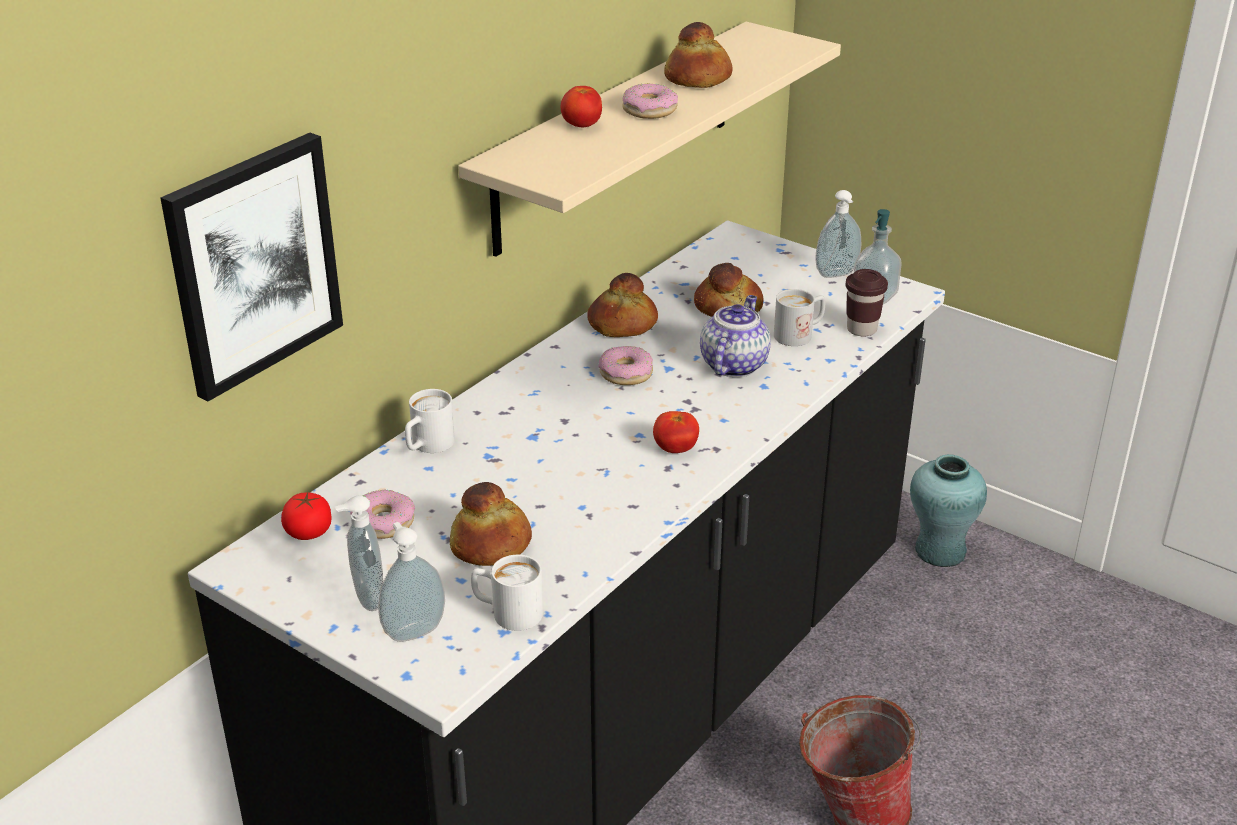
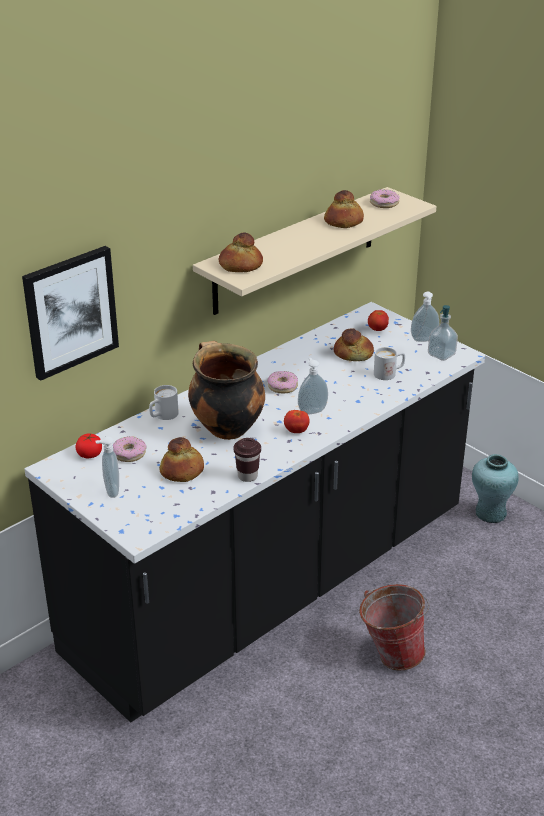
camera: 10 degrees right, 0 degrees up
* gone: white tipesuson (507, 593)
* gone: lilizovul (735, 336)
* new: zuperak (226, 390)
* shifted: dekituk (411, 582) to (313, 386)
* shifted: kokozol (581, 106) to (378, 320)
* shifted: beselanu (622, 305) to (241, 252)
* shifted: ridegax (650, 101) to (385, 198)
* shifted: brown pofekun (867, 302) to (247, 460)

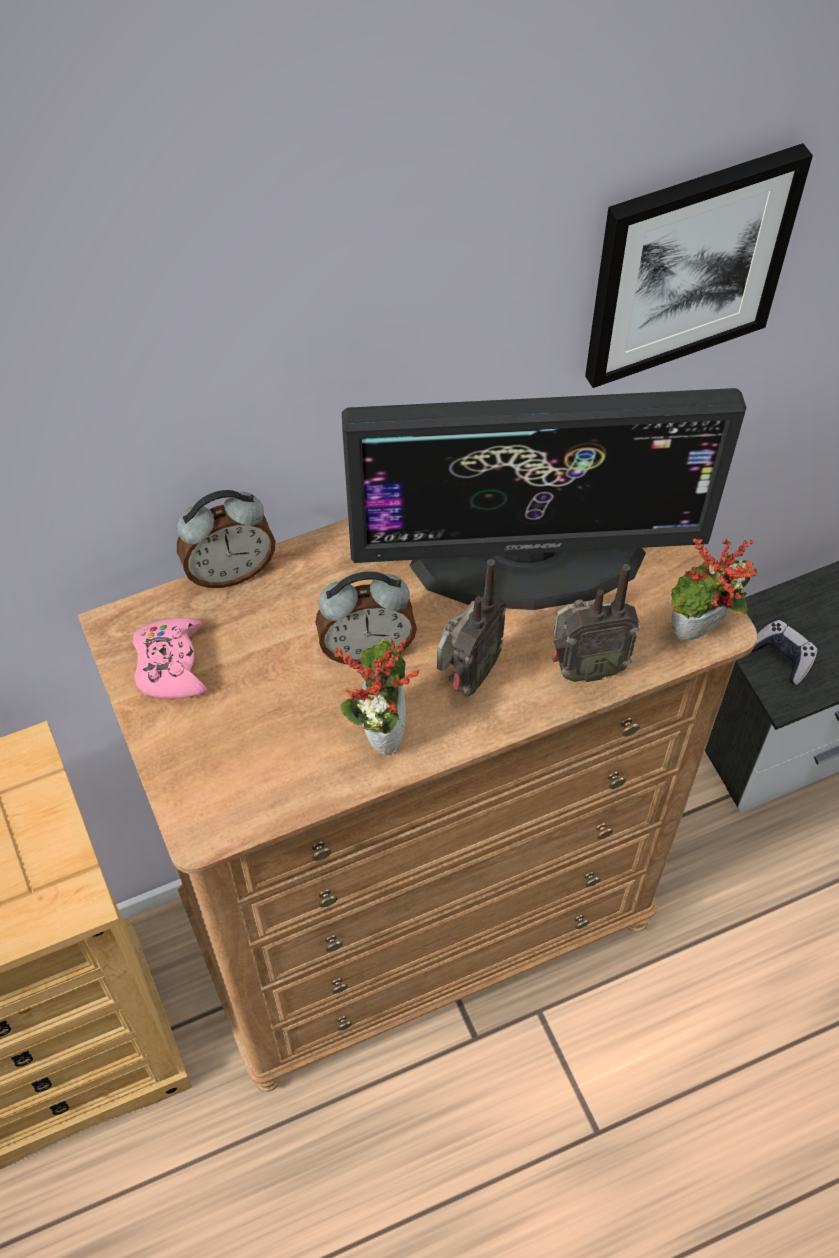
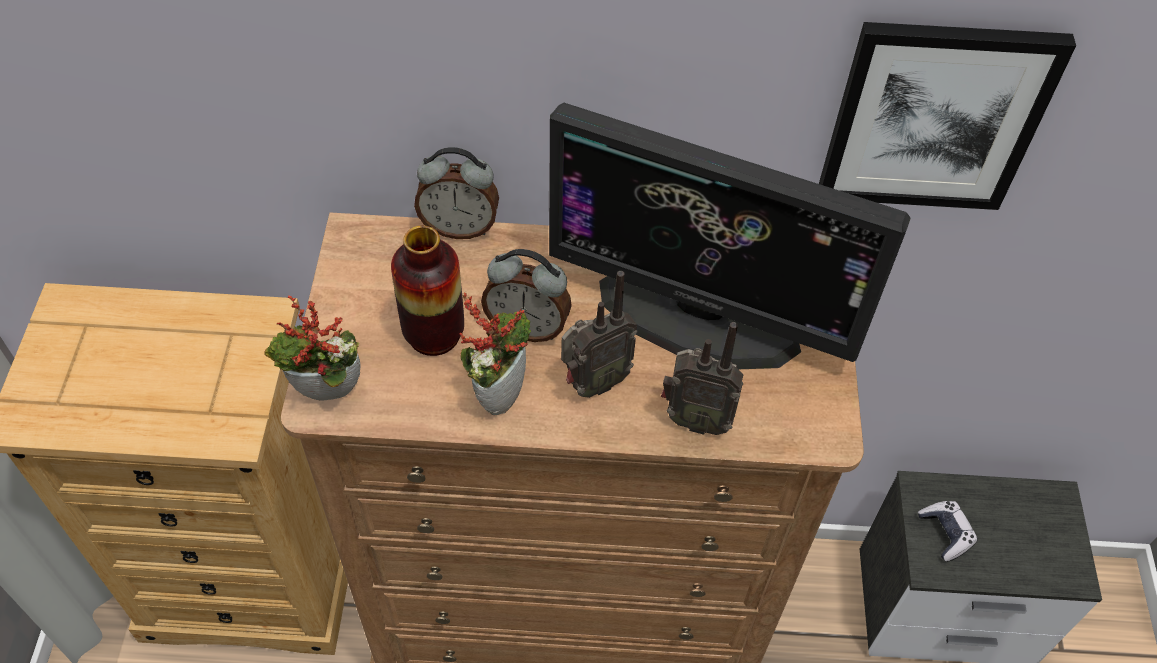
camera: 25 degrees right, 5 degrees down
* gone: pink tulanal (169, 658)
* new: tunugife (427, 290)
* shifted: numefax (714, 589) to (312, 348)

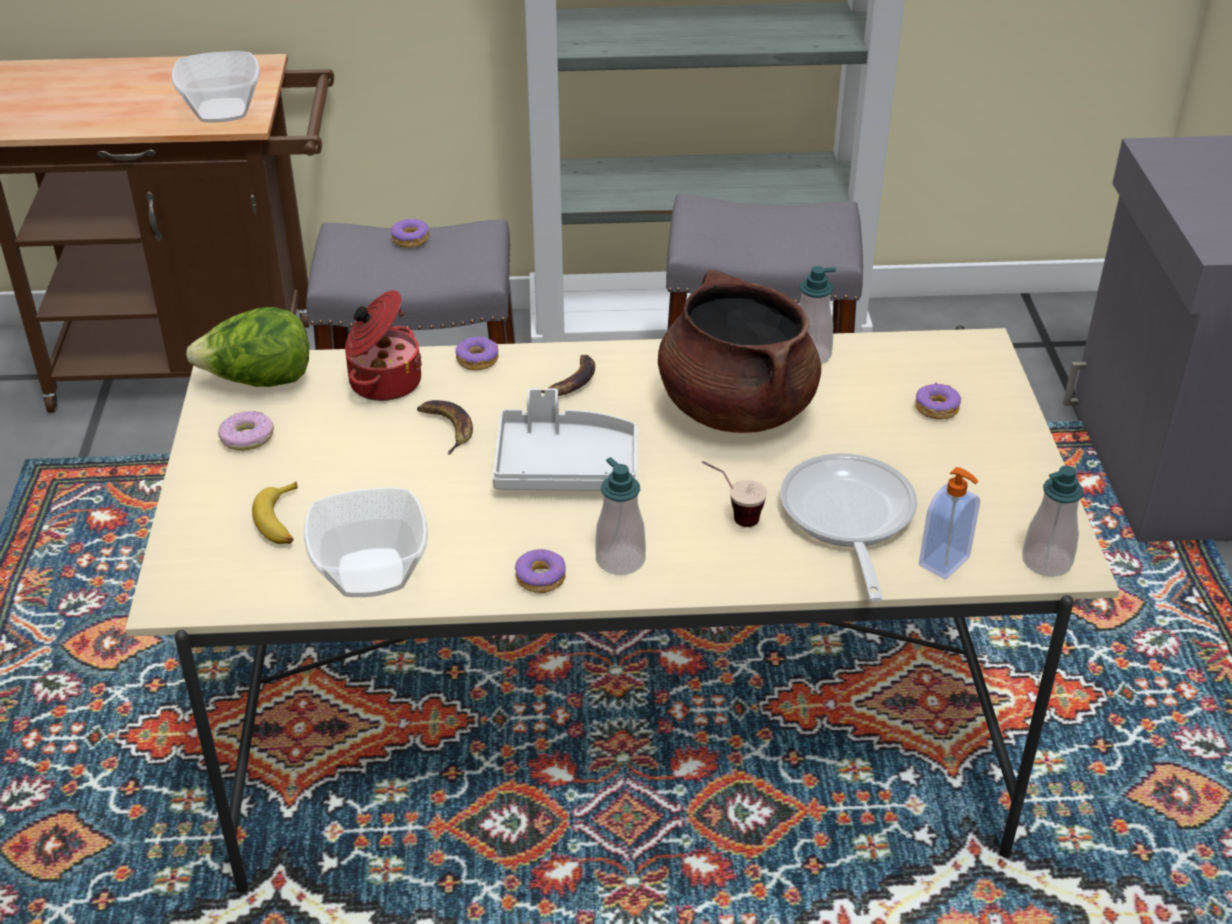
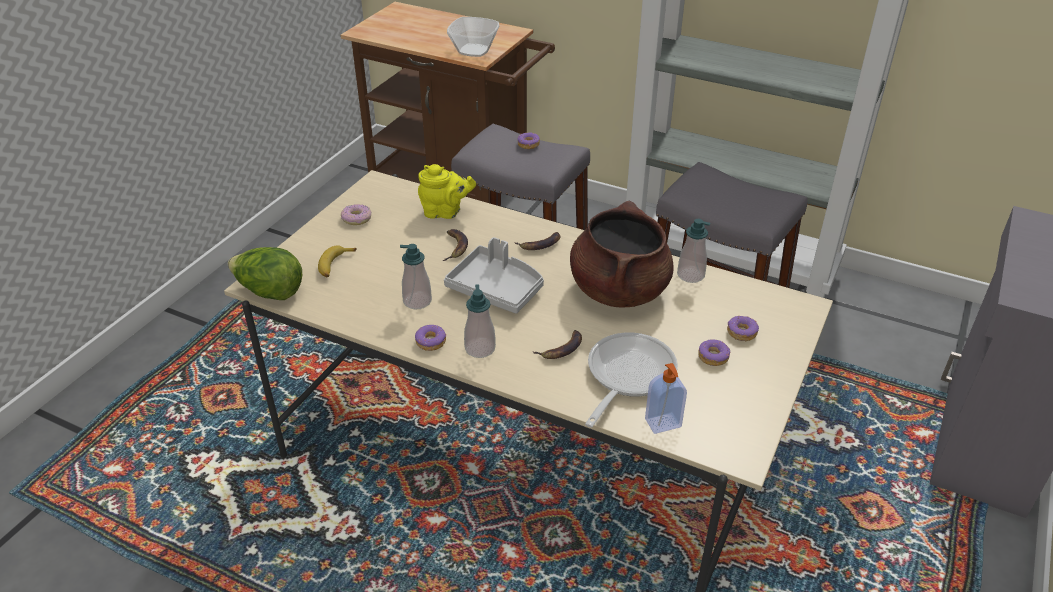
camera: 30 degrees right, 0 degrees up
* gone: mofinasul (366, 542)
* shifted: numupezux (247, 347) to (265, 273)
* shifted: ridegax (477, 353) to (714, 352)
* shifted: dekituk (1053, 521) to (416, 276)
* swapped: zuperak (383, 345) to yellow lilizovul (447, 191)
* swapped: pofekun (734, 494) to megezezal (557, 344)

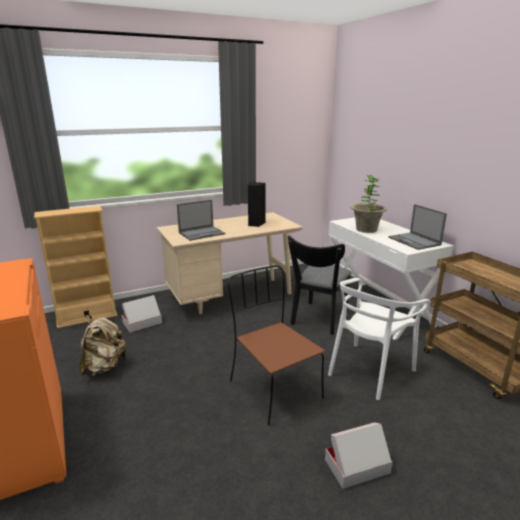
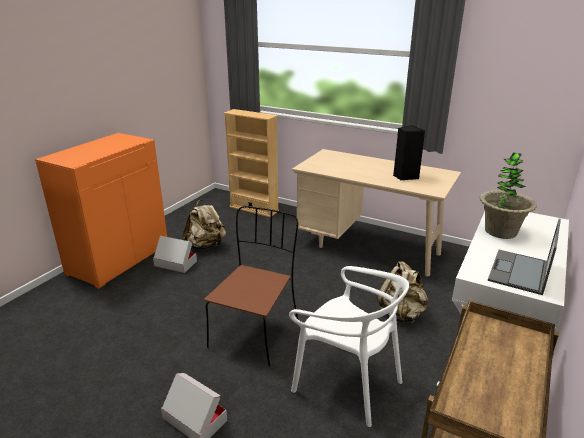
camera: 55 degrees right, 5 degrees up
* gone: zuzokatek (201, 220)
* shifted: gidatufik (142, 314) to (175, 254)
* swapped: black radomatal (320, 285) to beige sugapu (402, 292)
* rotated: white radomatal (379, 339) = (349, 346) 150 degrees counterclockwise

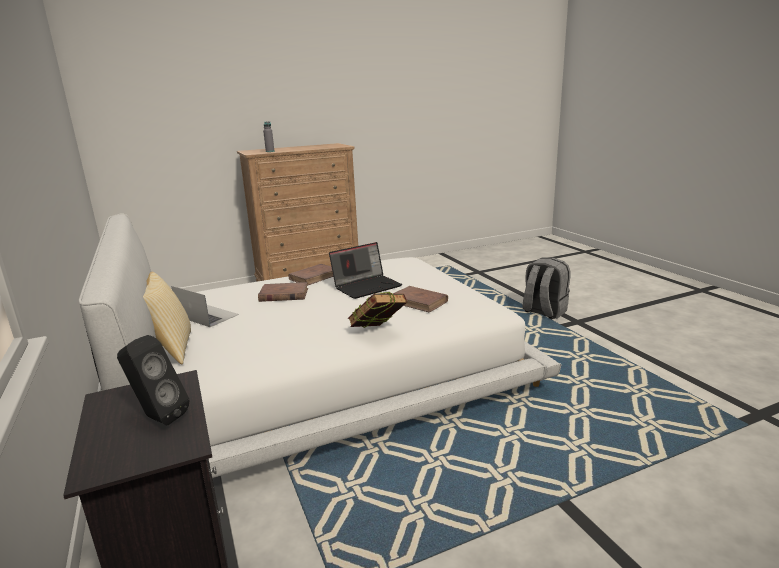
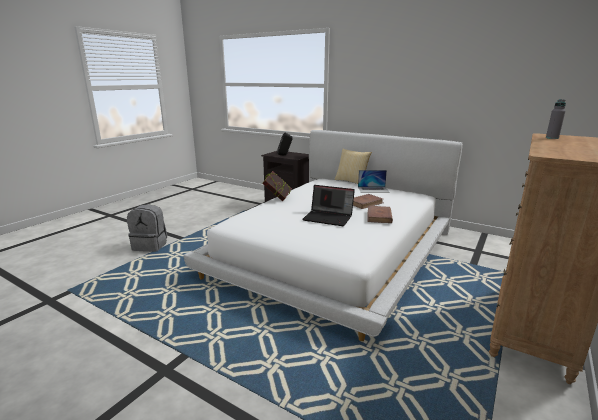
camera: 145 degrees right, 0 degrees up
* gone: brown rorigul (420, 299)
* shifted: grey sugapu (546, 288) to (147, 228)
* rotated: zuzokatek (365, 270) = (328, 205) 90 degrees counterclockwise

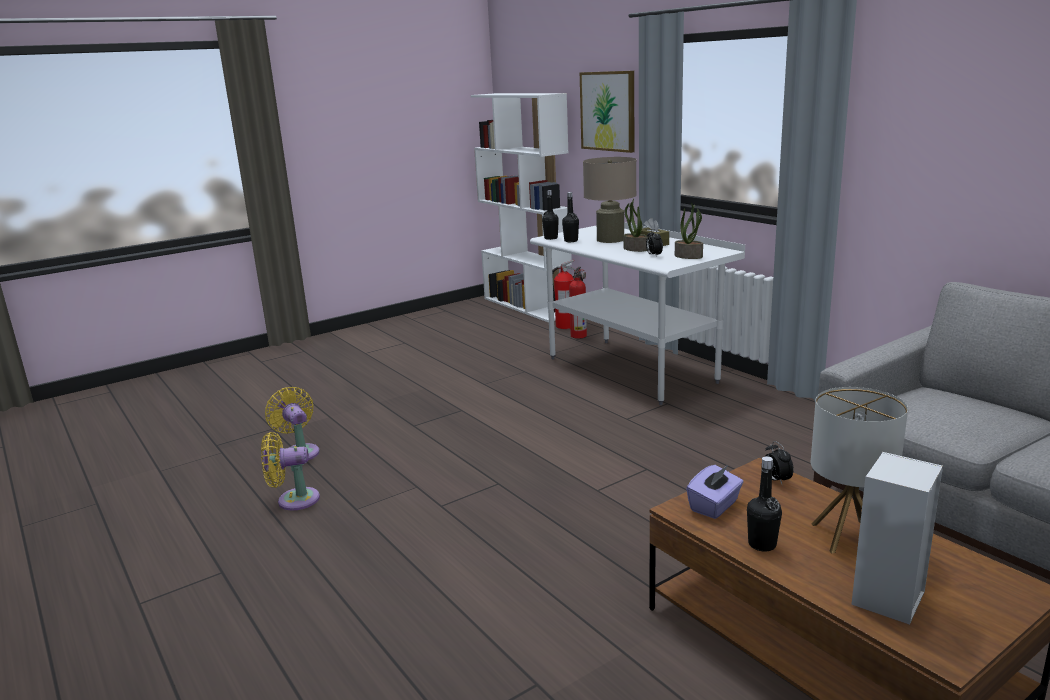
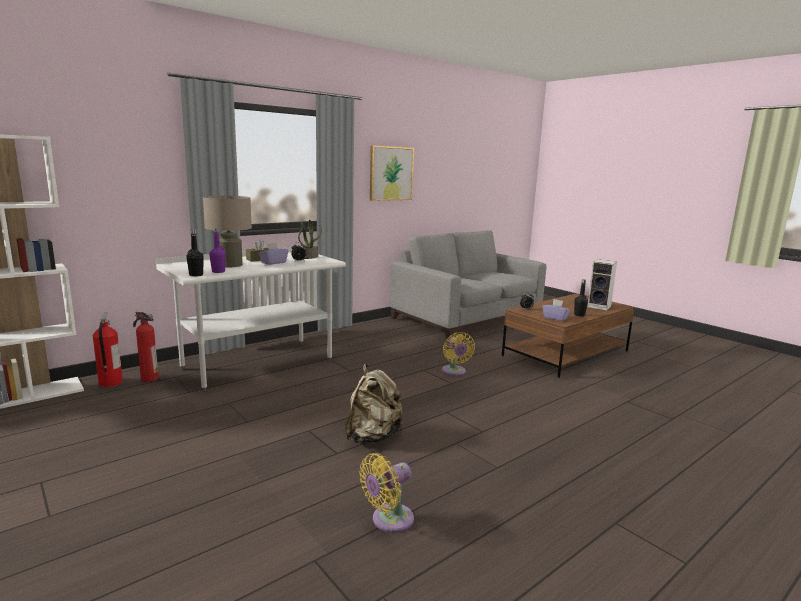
camera: 95 degrees left, 5 degrees down
* gone: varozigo (859, 470)
* new: beige sugapu (374, 404)
* shifted: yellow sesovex (290, 471) to (458, 354)
* shifted: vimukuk (607, 112) to (392, 173)
* swapped: numefax (635, 225) to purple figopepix (273, 253)
* repainted: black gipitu (570, 217) to purple gipitu (217, 250)

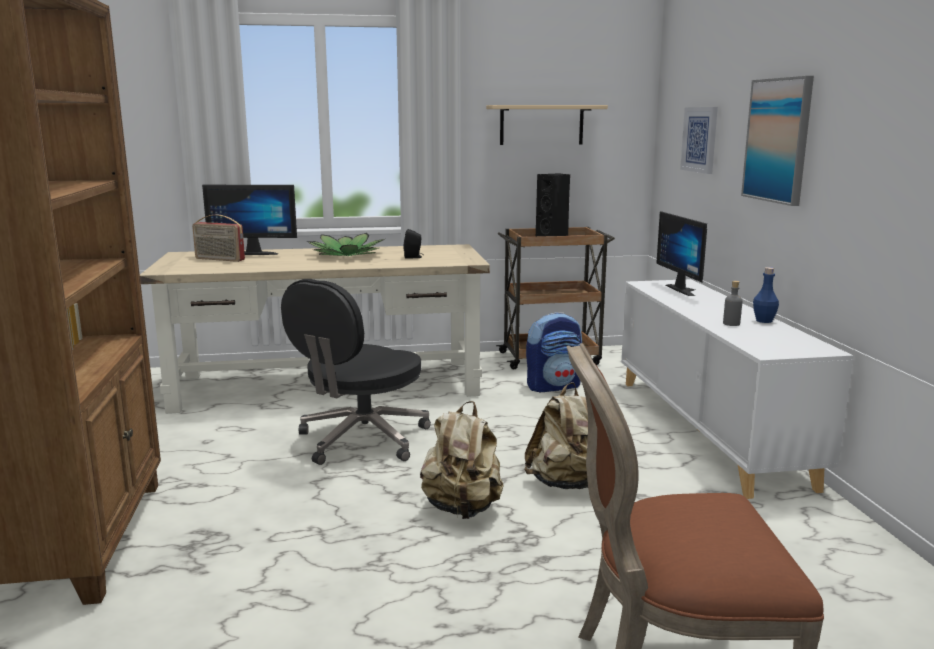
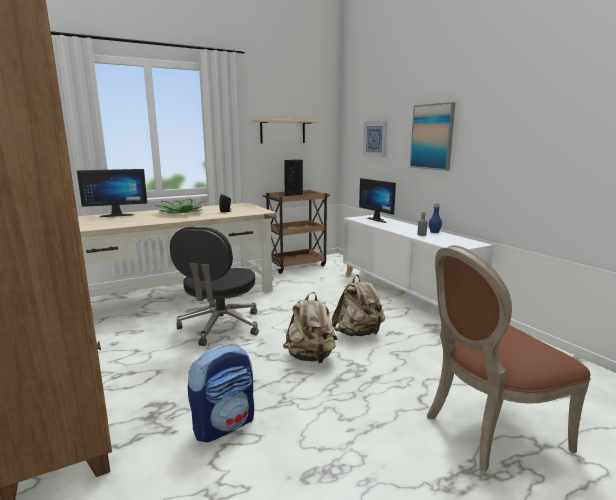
camera: 20 degrees left, 0 degrees up
* gone: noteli (218, 238)
* shifted: sugapu (554, 352) to (221, 393)

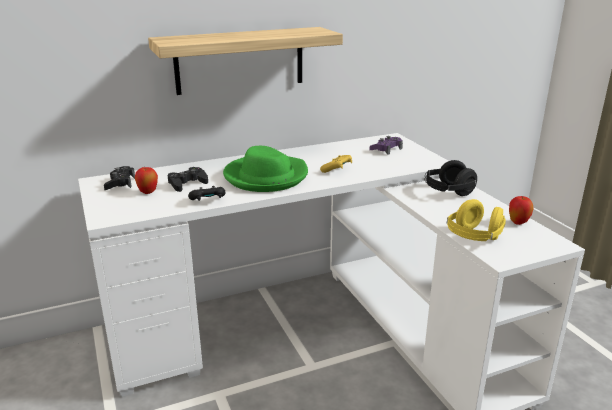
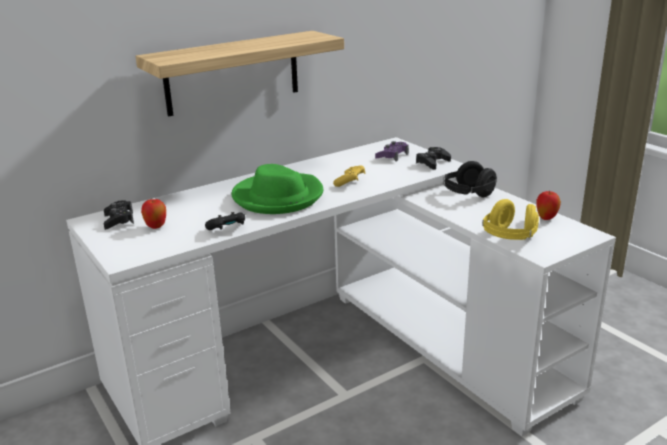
camera: 10 degrees left, 0 degrees up
* shifted: black tulanal (188, 179) to (433, 158)

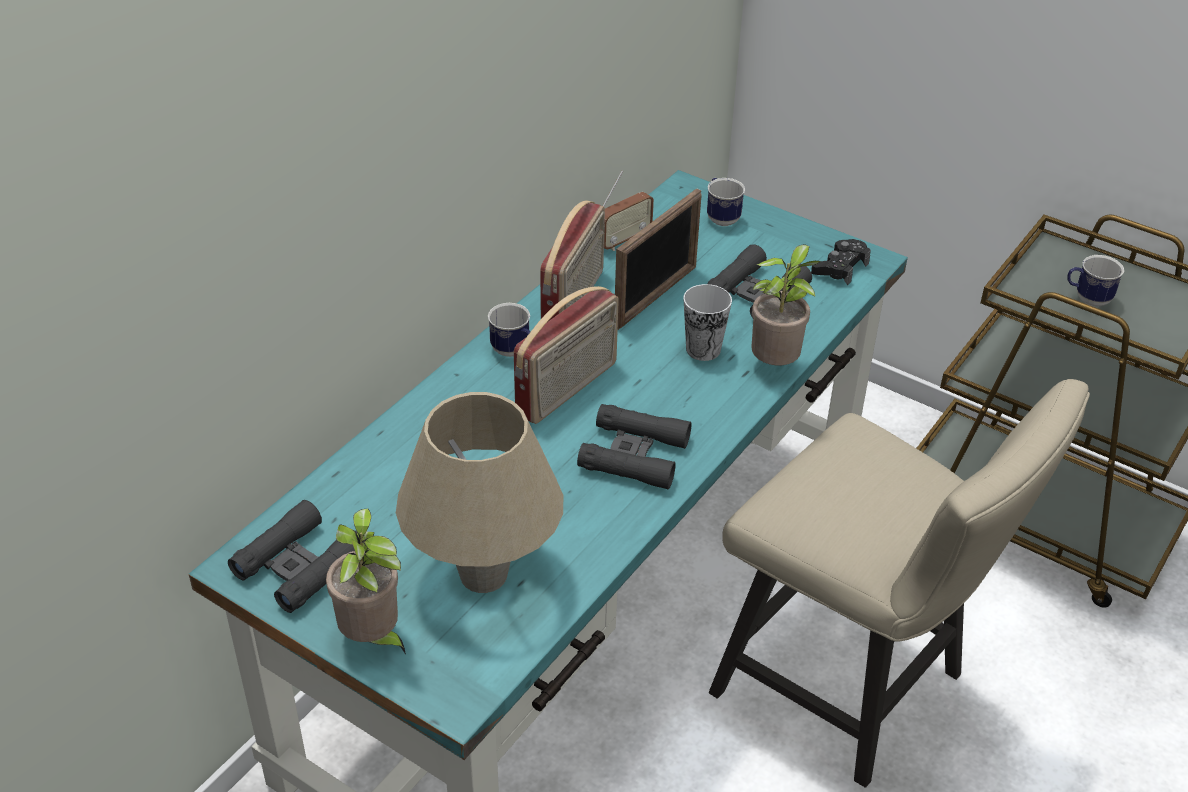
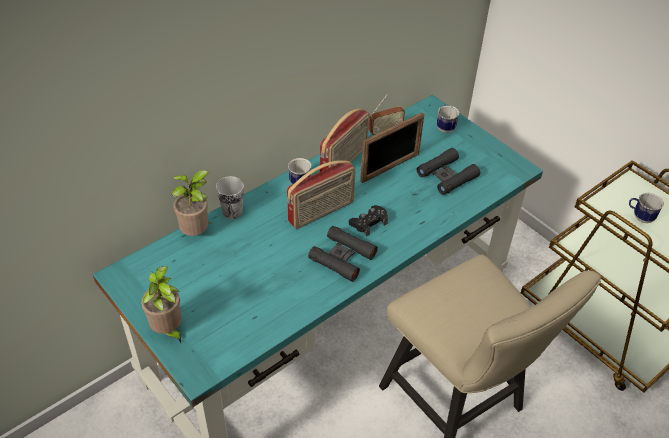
camera: 15 degrees right, 5 degrees up
* gone: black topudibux (298, 556)
* gone: beige varozigo (479, 492)
* shifted: pofekun (707, 322) to (230, 197)
* shifted: numefax (786, 304) to (191, 203)
* shifted: black tulanal (841, 262) to (368, 220)

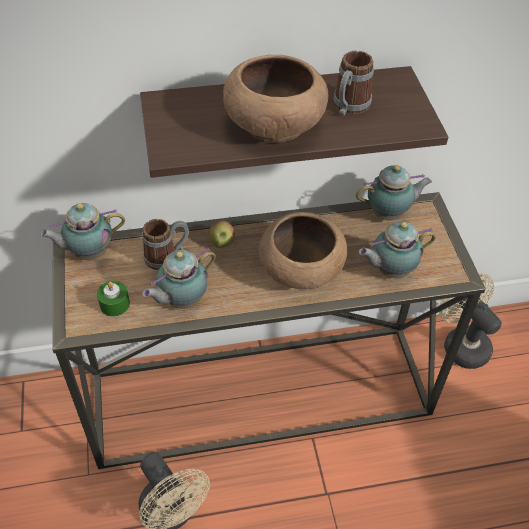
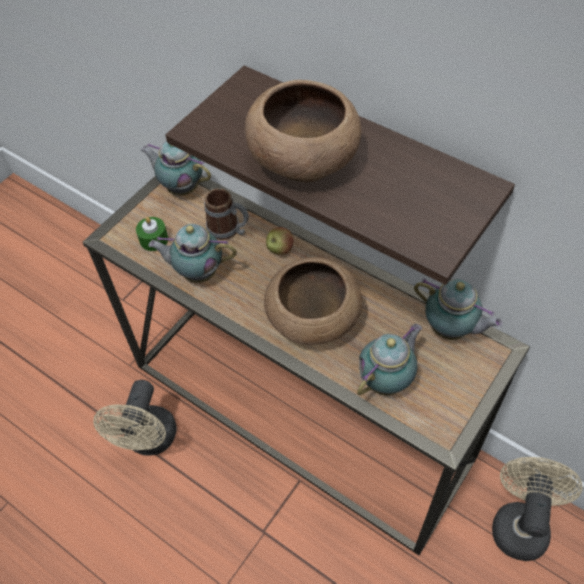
camera: 50 degrees right, 5 degrees up
* gone: tipesuson (353, 82)
* rotated: lilizovul (397, 249) = (389, 359) 105 degrees clockwise

